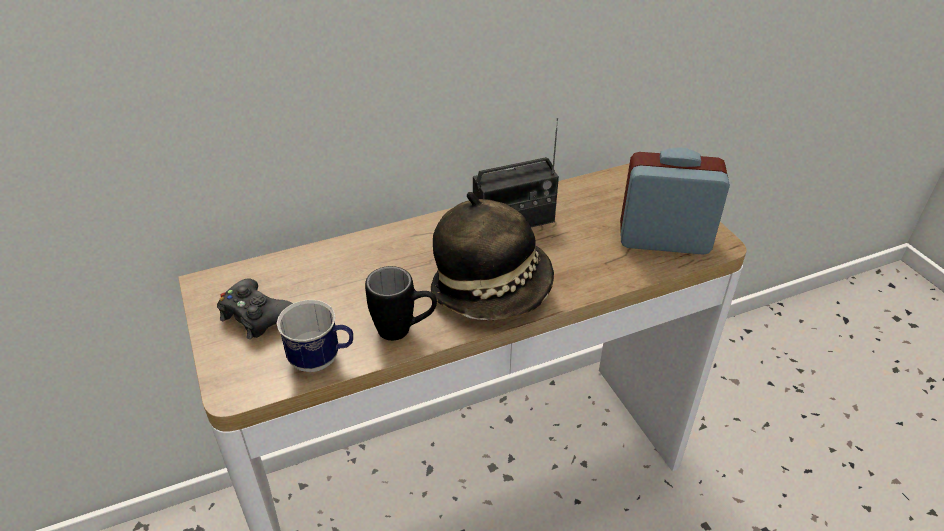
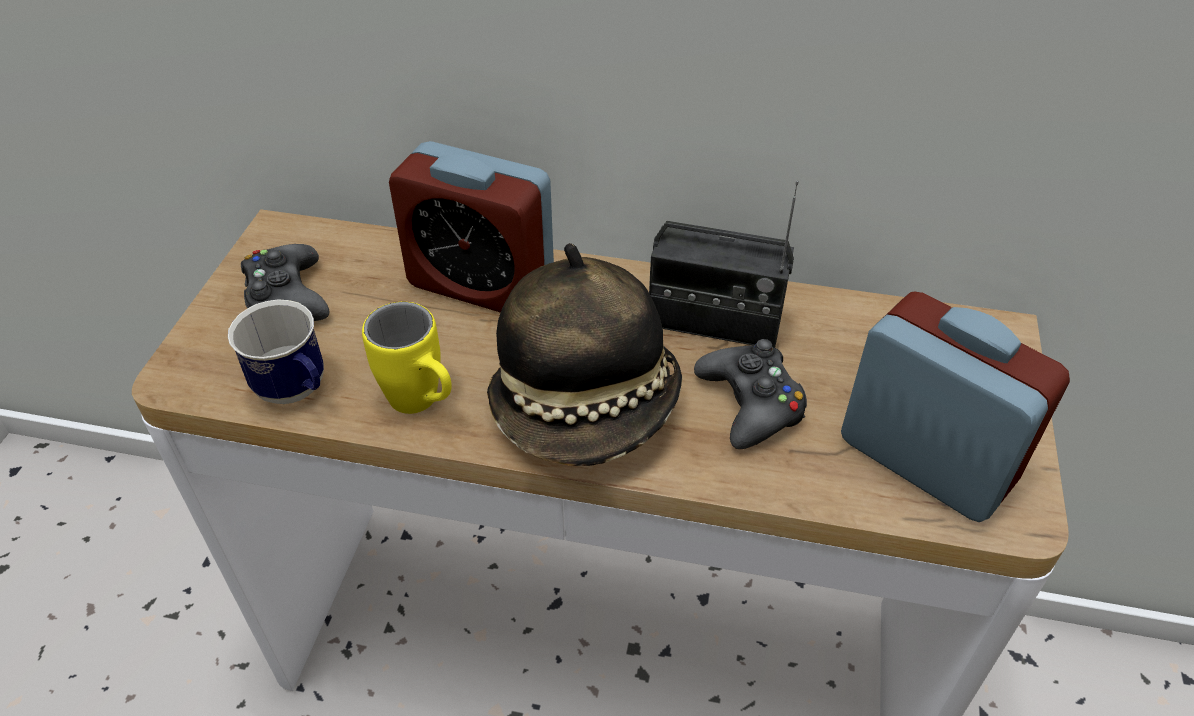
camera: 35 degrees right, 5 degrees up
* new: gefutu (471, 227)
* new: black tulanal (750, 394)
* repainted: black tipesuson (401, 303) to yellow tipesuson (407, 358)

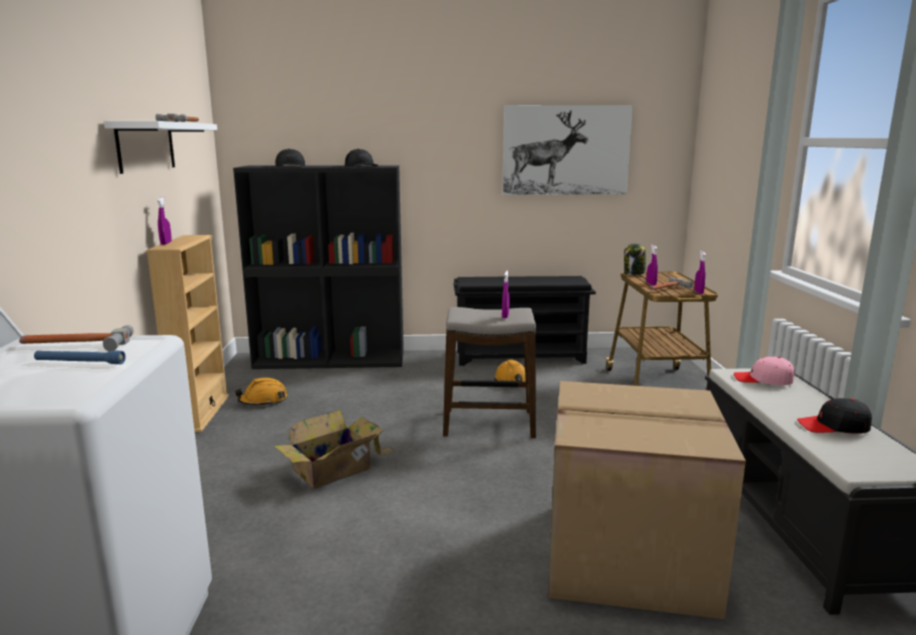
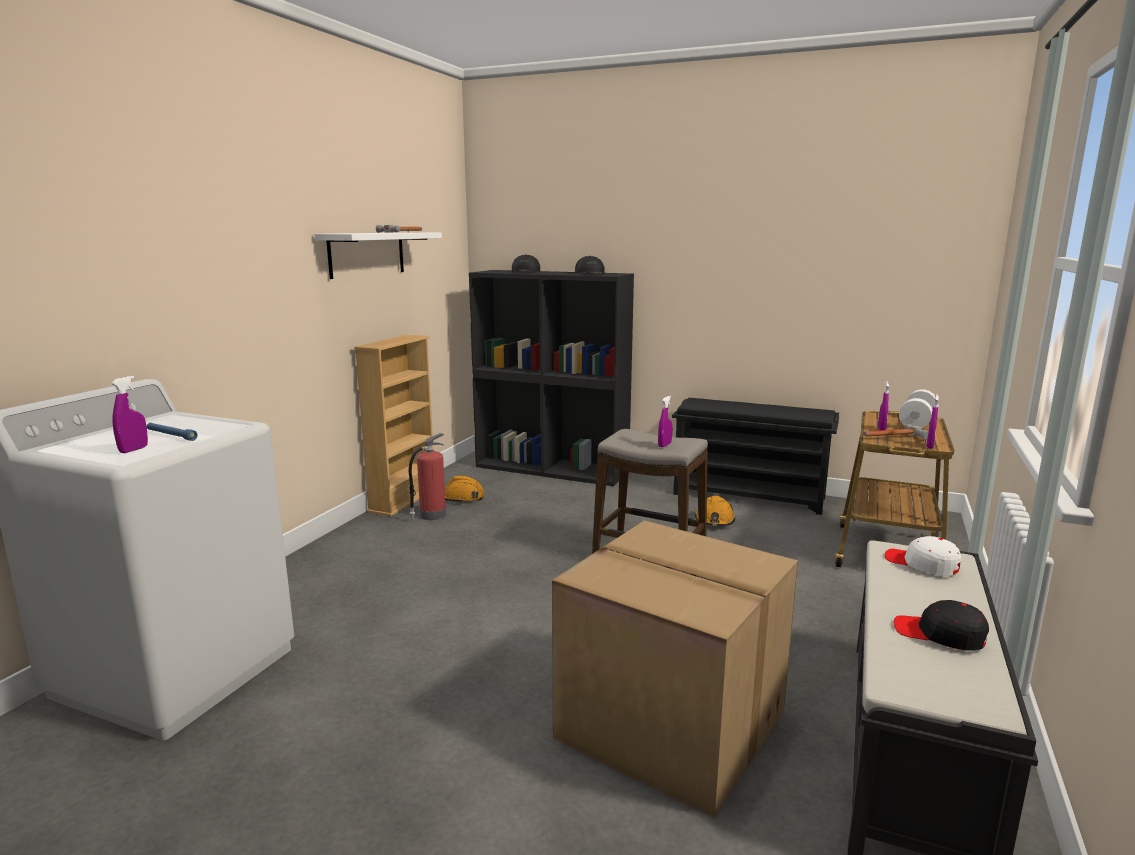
camera: 25 degrees right, 0 degrees up
* gone: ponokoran (76, 338)
* gone: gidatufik (335, 449)
* gone: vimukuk (567, 150)
* gone: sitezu (635, 259)
* new: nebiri (427, 476)
* new: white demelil (917, 408)
* shifted: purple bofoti (164, 221) to (129, 414)
* repainted: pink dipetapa (764, 371) to white dipetapa (923, 555)

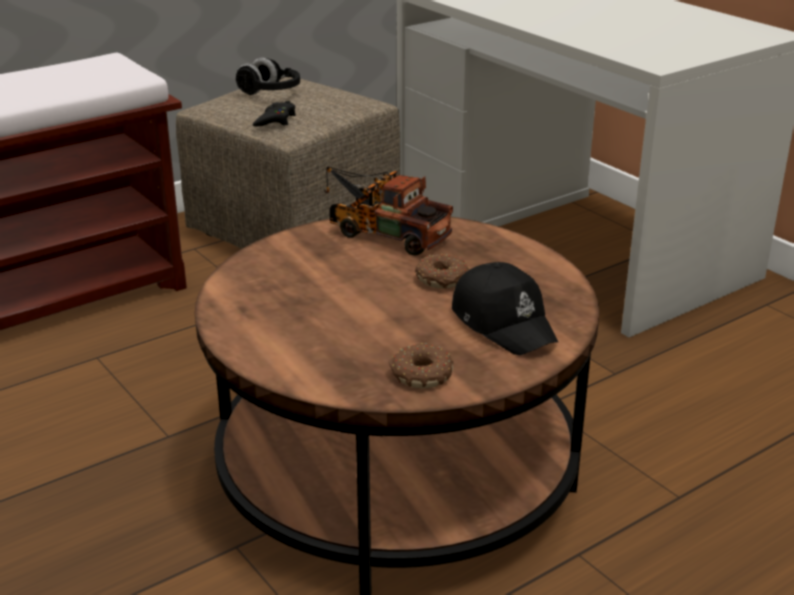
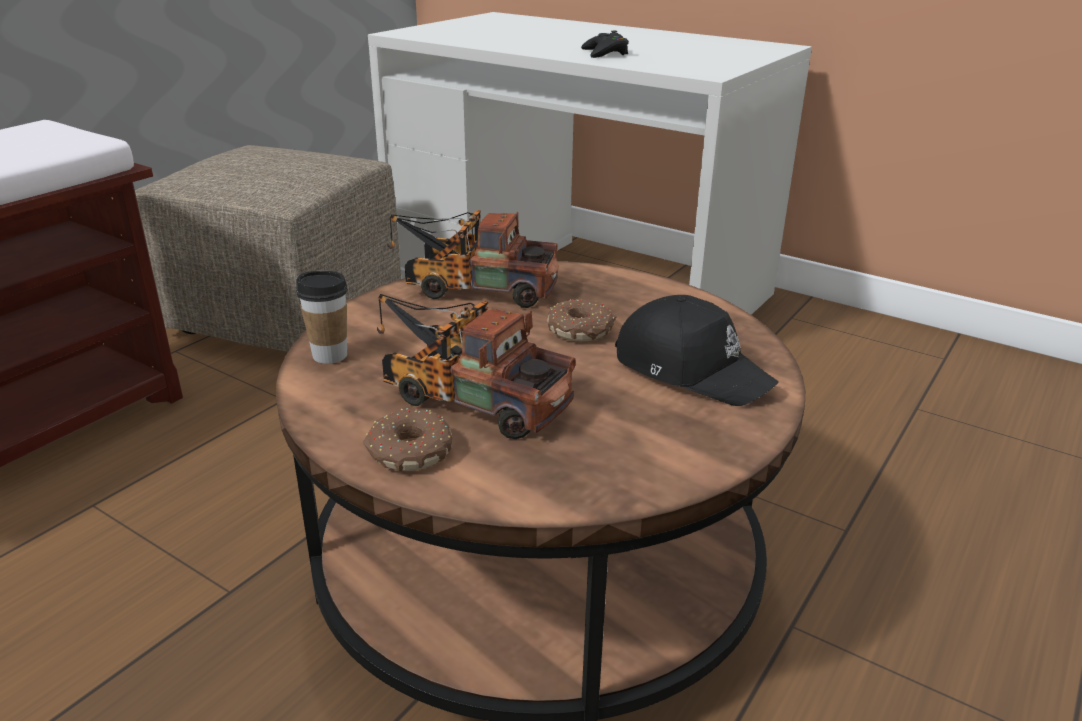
camera: 20 degrees left, 0 degrees up
* gone: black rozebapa (268, 76)
* new: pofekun (322, 317)
* new: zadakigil (476, 366)
* shifted: black tulanal (274, 114) to (605, 44)
* shifted: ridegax (421, 365) to (407, 439)

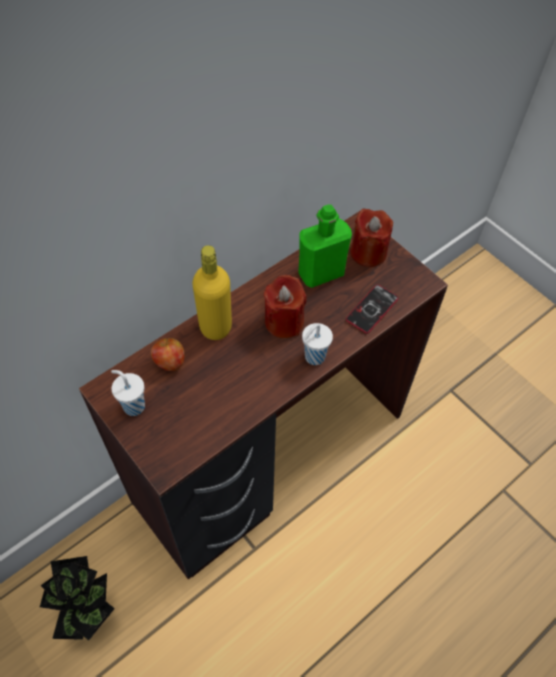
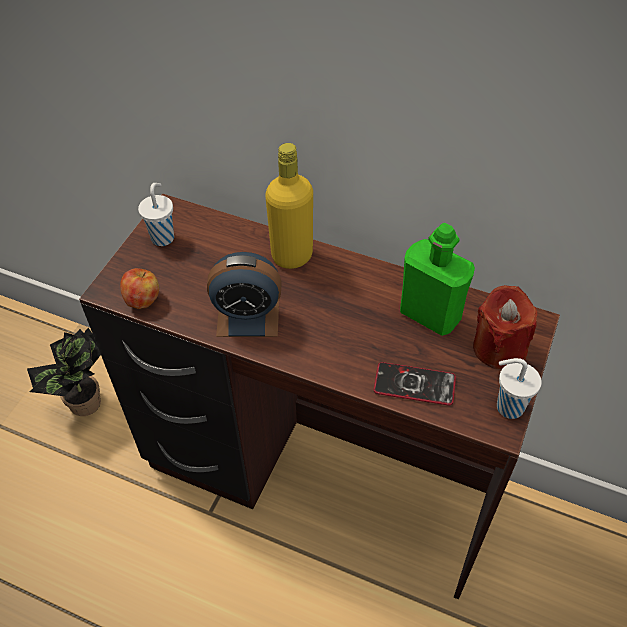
camera: 65 degrees right, 5 degrees down
* gone: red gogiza (285, 306)
* new: gefutu (244, 294)
* shifted: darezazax (168, 354) to (139, 288)
* shifted: white pofekun (317, 344) to (519, 388)

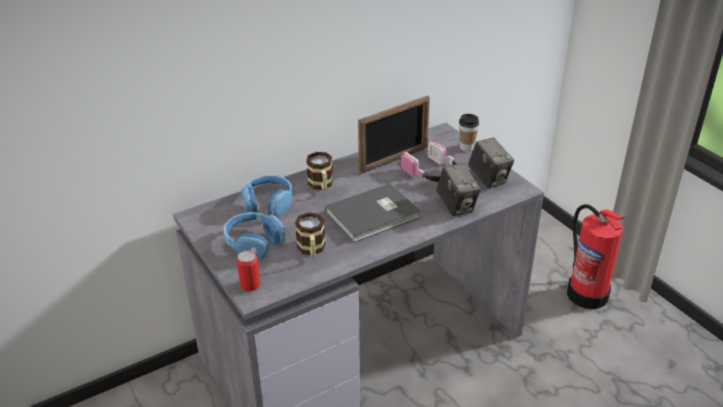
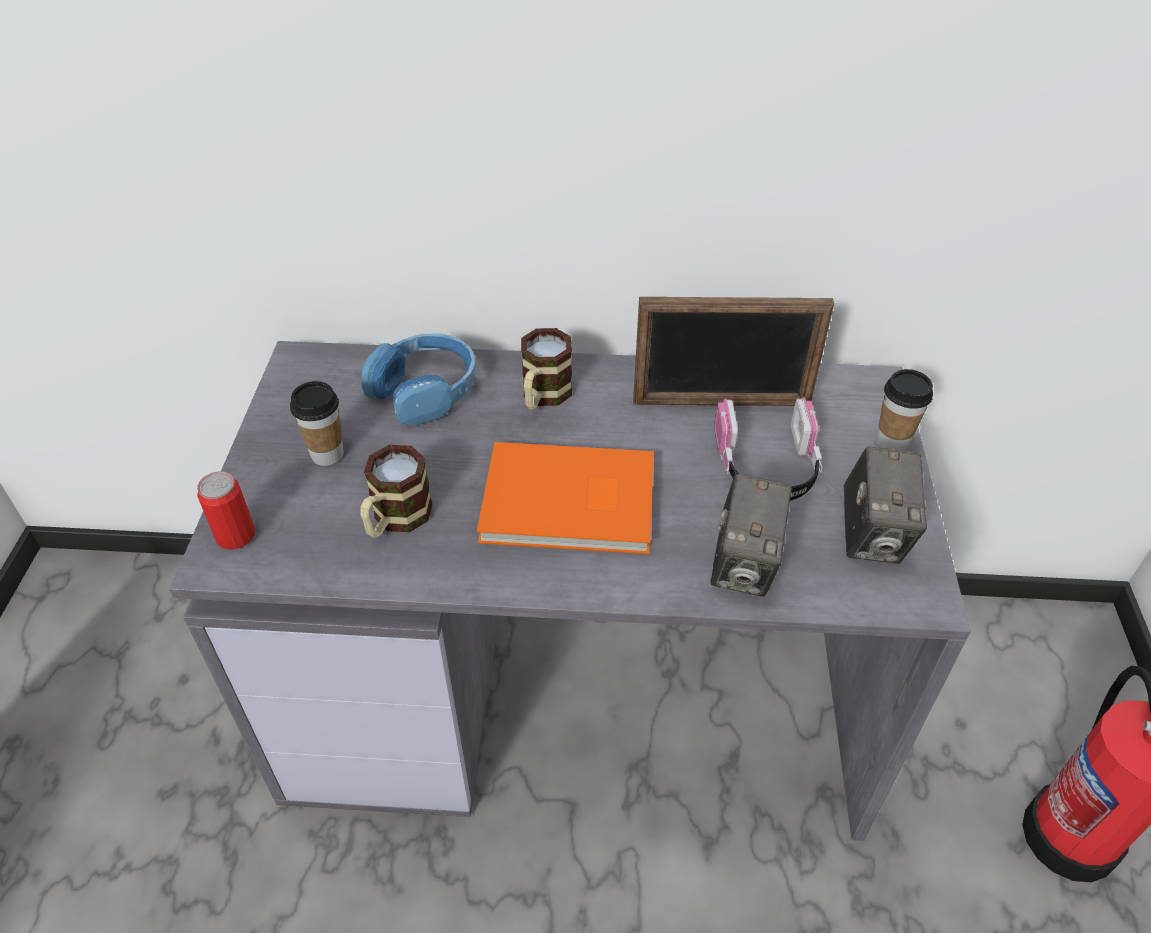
camera: 35 degrees right, 10 degrees up
* swapped: blue rozebapa (255, 235) to pofekun (317, 423)
* repainted: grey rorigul (373, 213) to orange rorigul (565, 498)

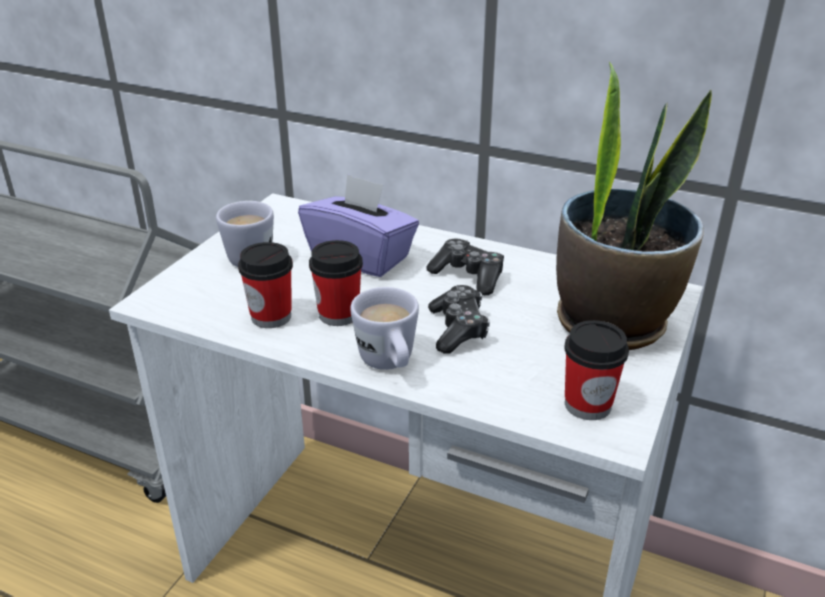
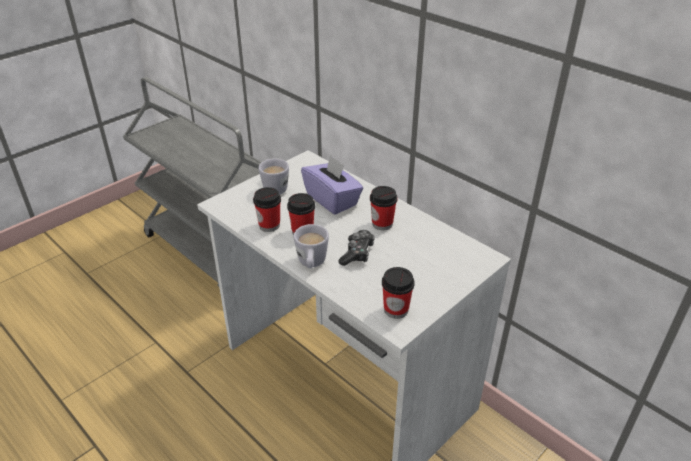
camera: 20 degrees right, 5 degrees up
* gone: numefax (634, 206)
* swapped: tulanal (465, 267) to pofekun (383, 208)

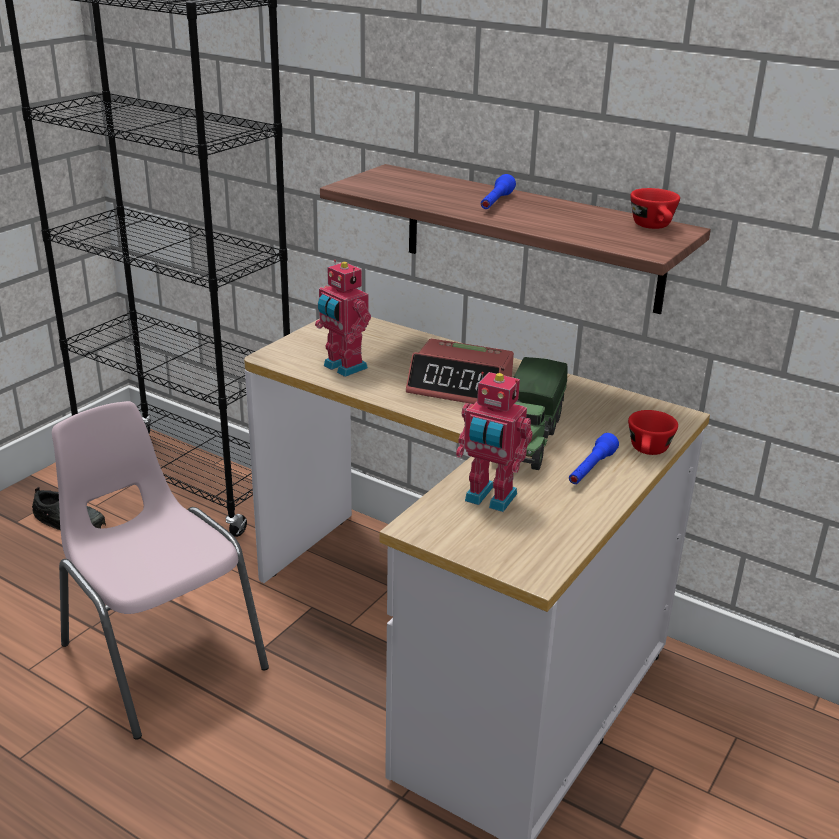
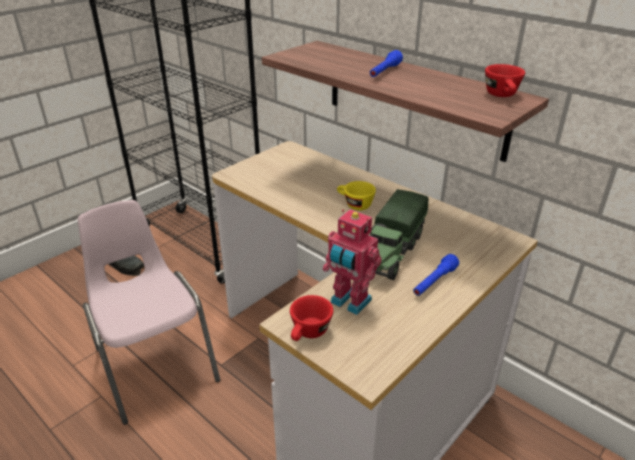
camera: 10 degrees right, 5 degrees up
* gone: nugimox (343, 318)
* shifted: red pofekun (653, 432) to (311, 318)
* swapped: gefutu (460, 371) to yellow pofekun (356, 196)

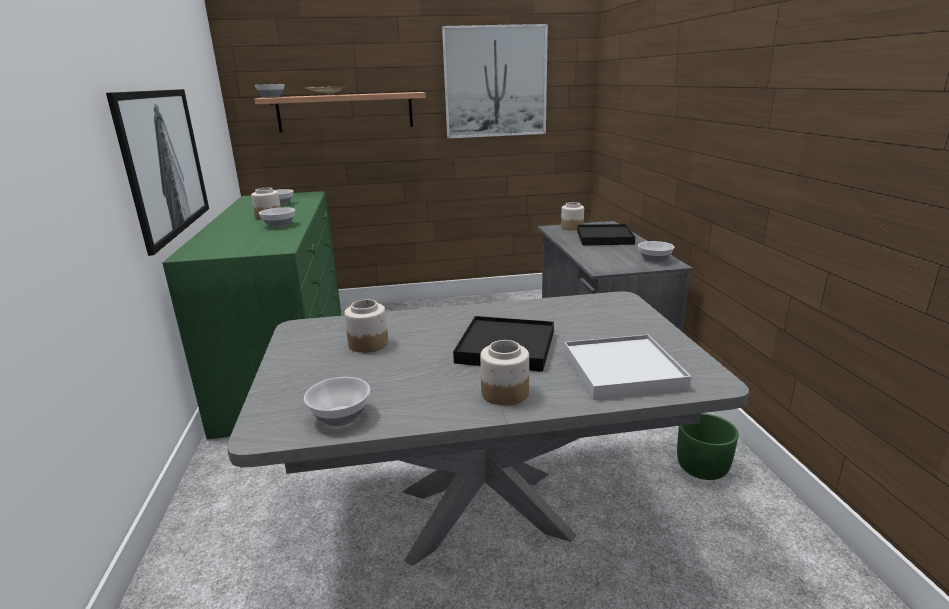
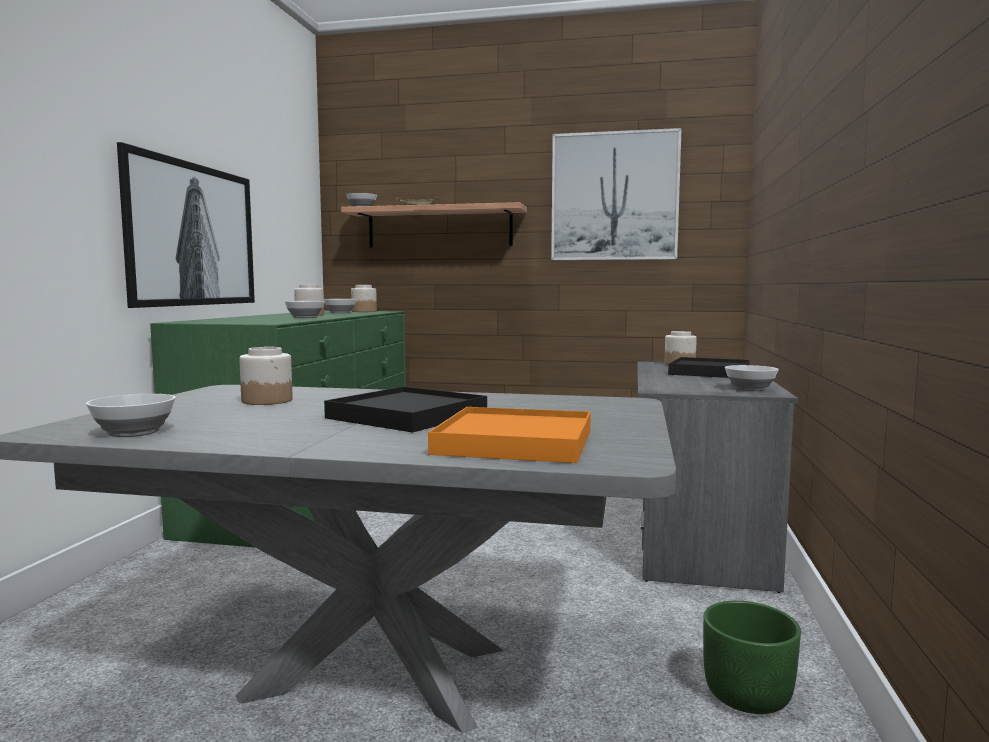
camera: 20 degrees right, 15 degrees down
* shifted: sitezu (504, 373) to (364, 298)
* repainted: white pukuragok (627, 367) to orange pukuragok (509, 435)

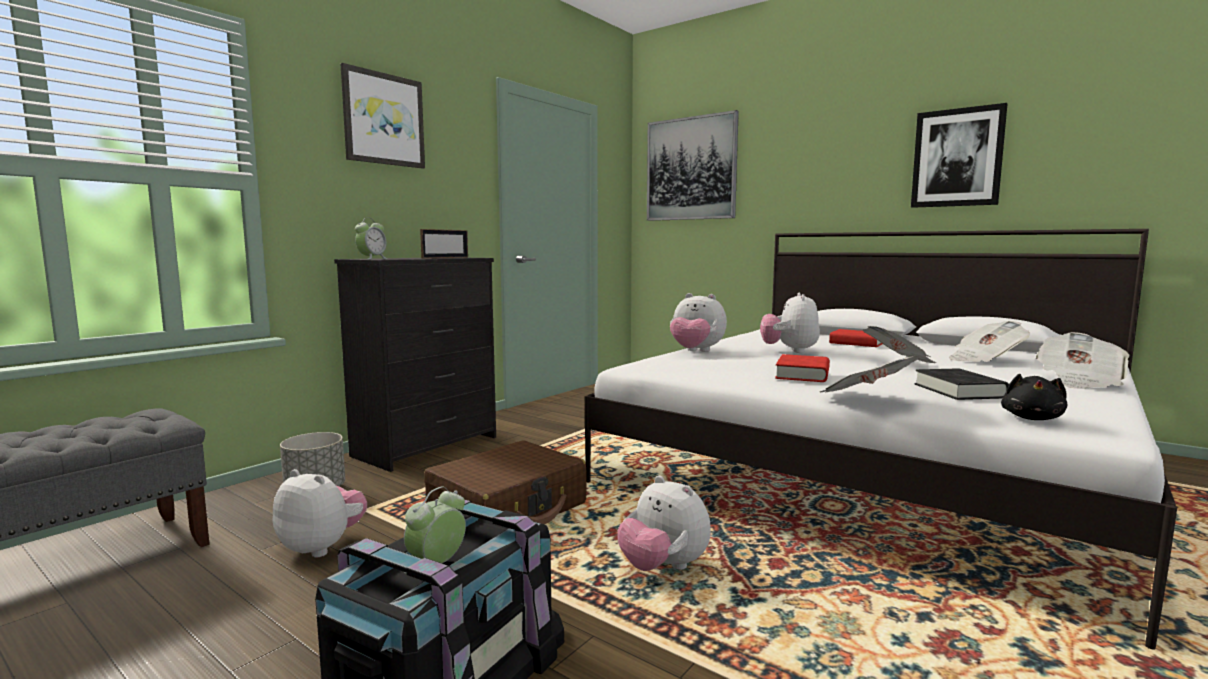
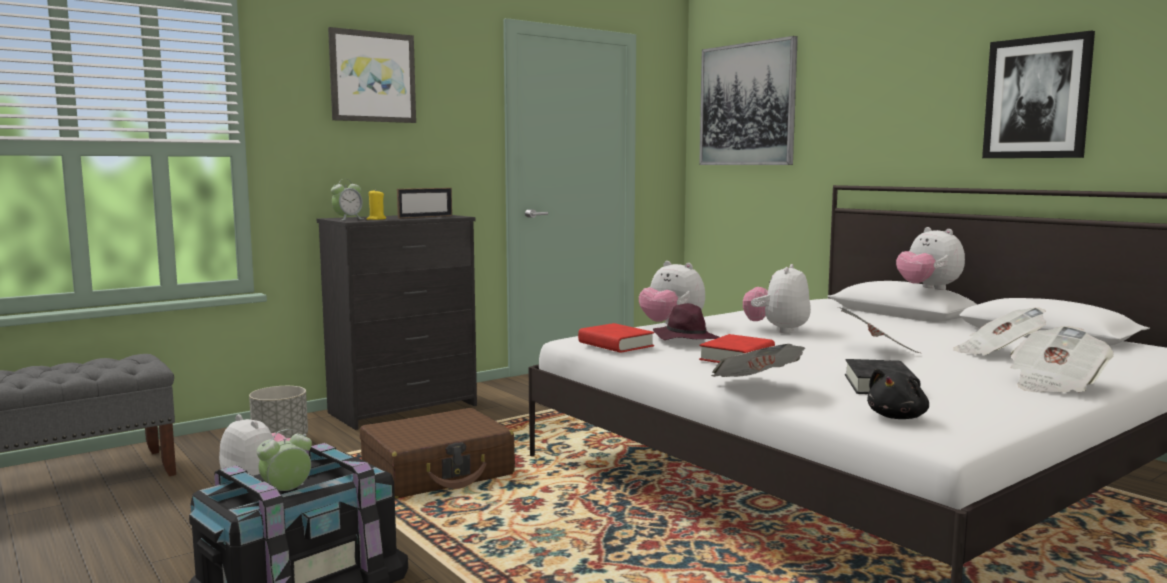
camera: 15 degrees right, 0 degrees up
* new: yellow gogiza (376, 204)
* new: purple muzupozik (686, 321)
* shifted: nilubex (664, 523) to (930, 258)
* shifted: red rorigul (855, 338) to (616, 338)

